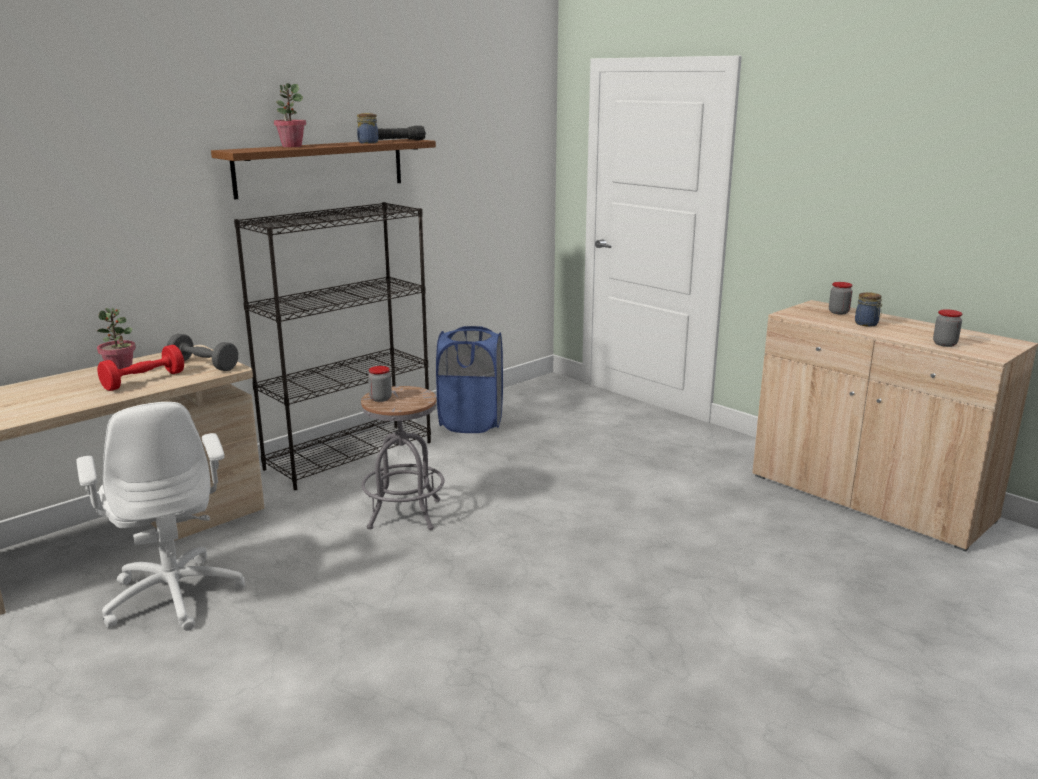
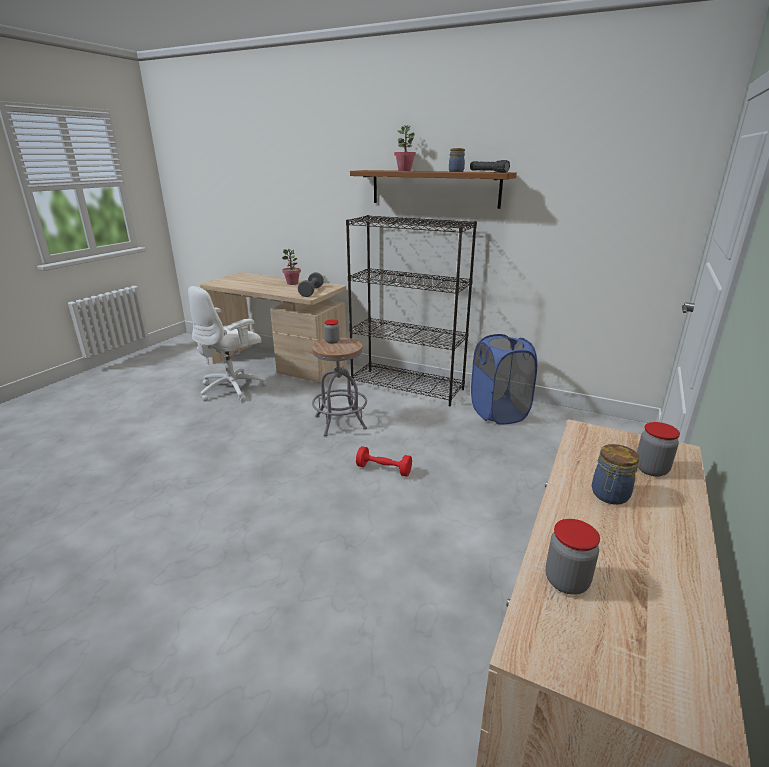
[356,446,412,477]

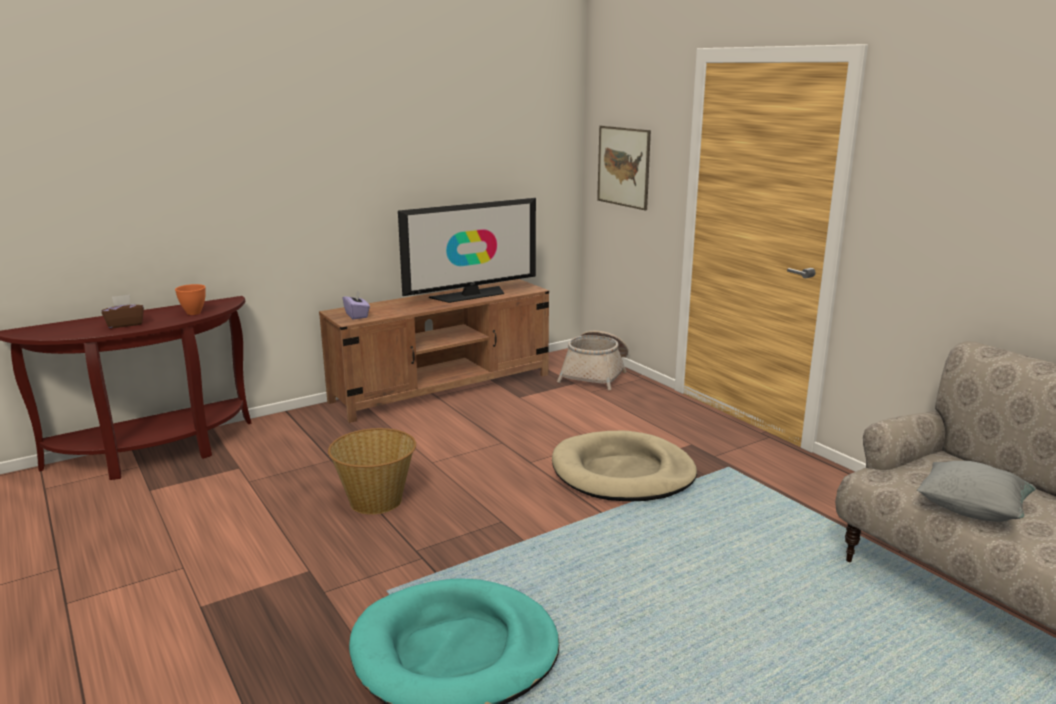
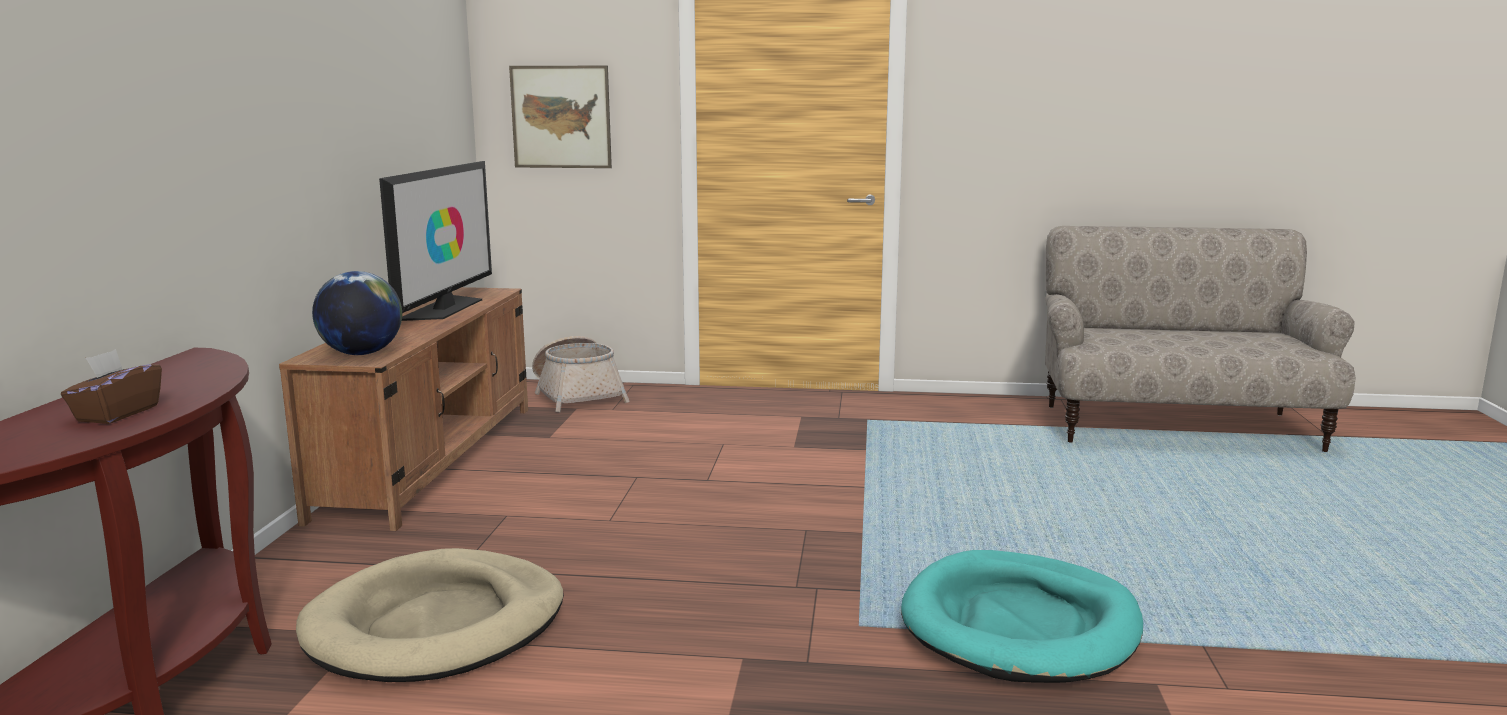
[175,284,206,315] (first image)
[328,428,416,515] (first image)
[917,461,1036,522] (first image)
[296,548,564,682]
[312,271,402,355]

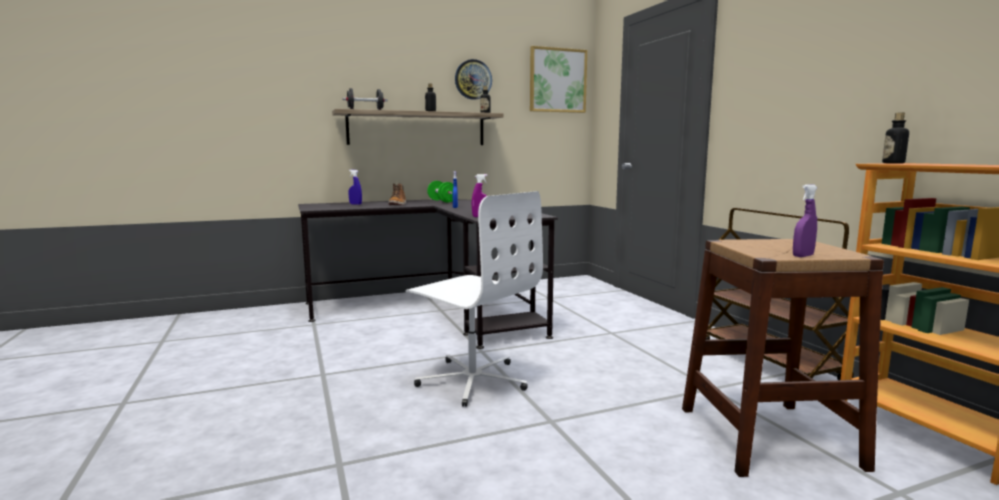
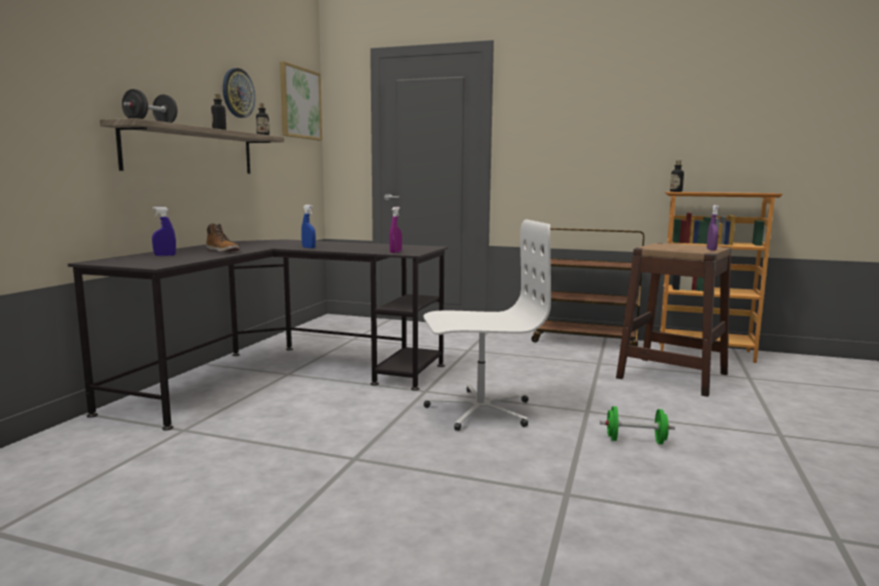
[600,406,675,444]

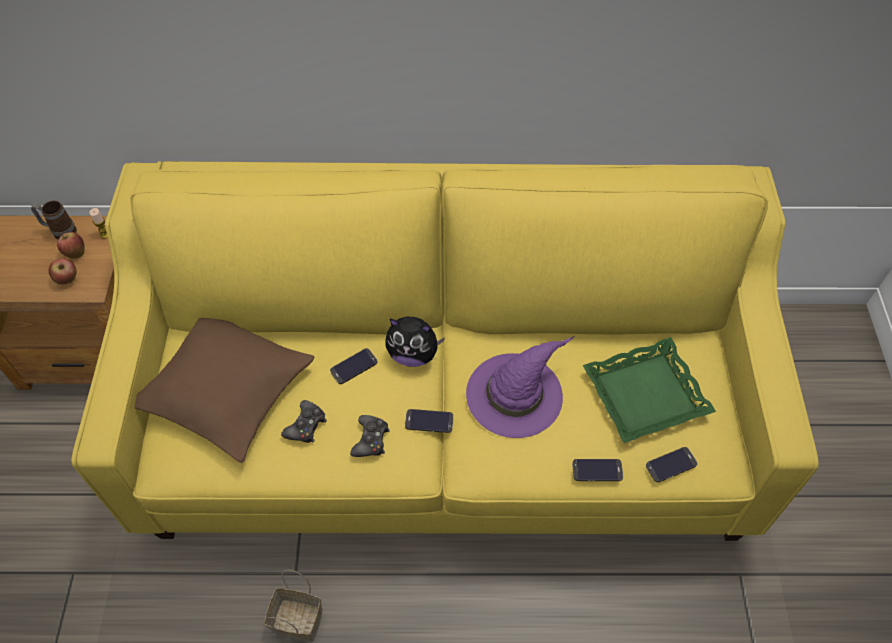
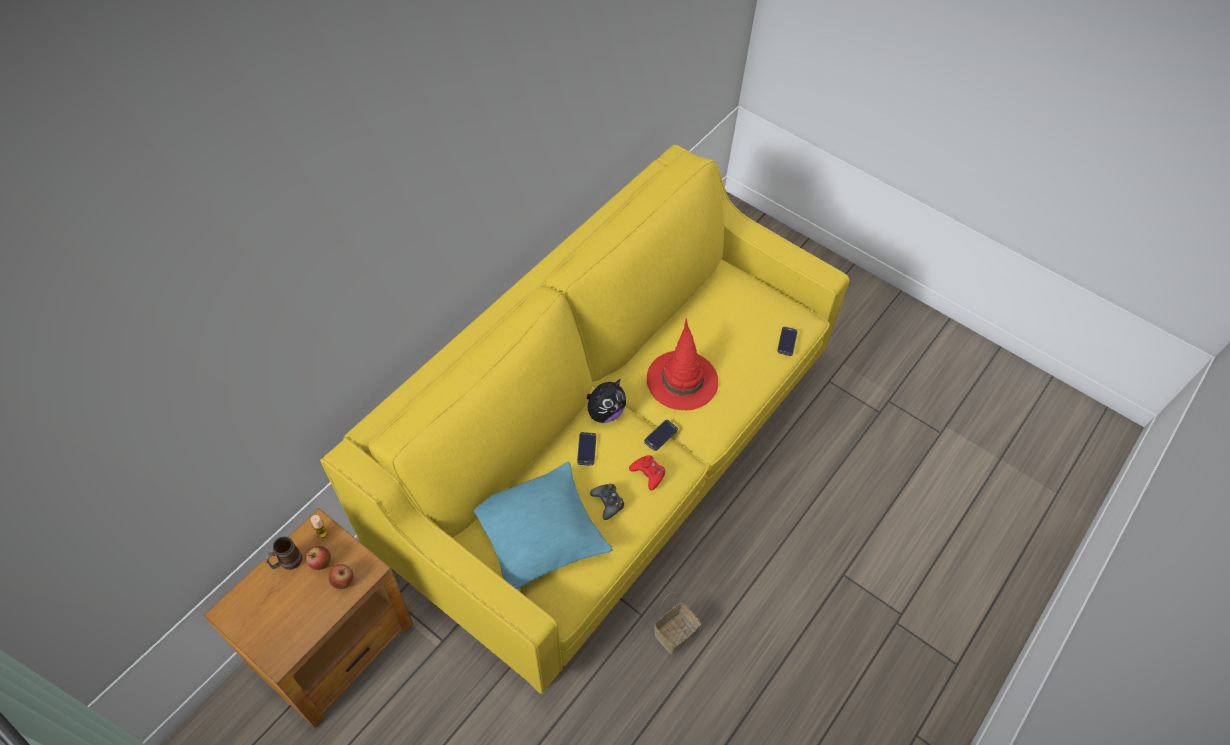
[572,459,623,481] (first image)
[583,337,716,443] (first image)
[474,462,613,589]
[629,455,665,491]
[647,318,718,410]

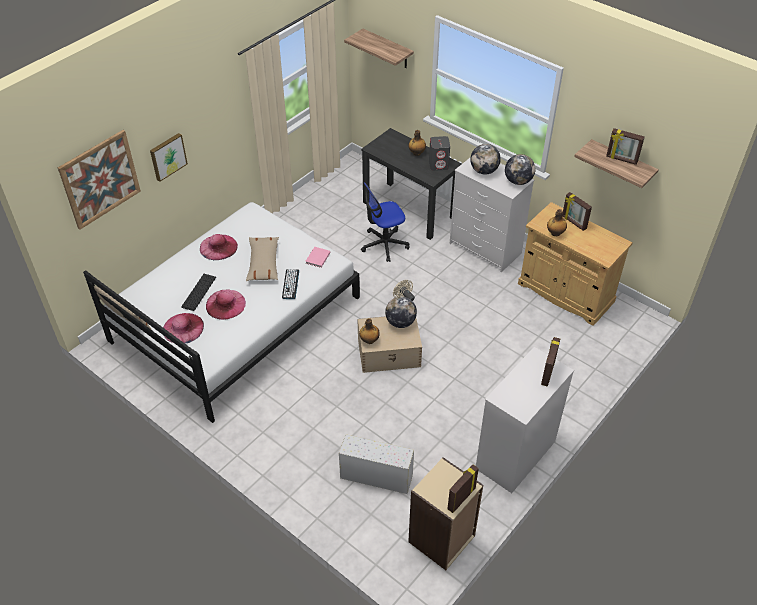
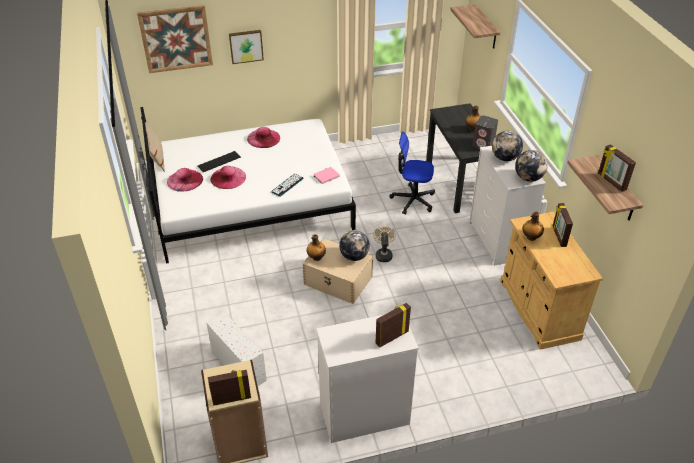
[246,237,279,281] (first image)

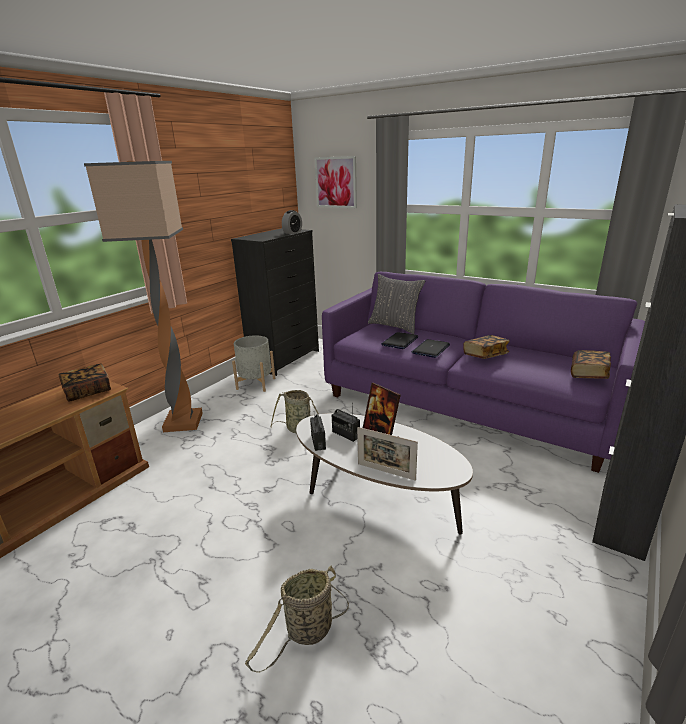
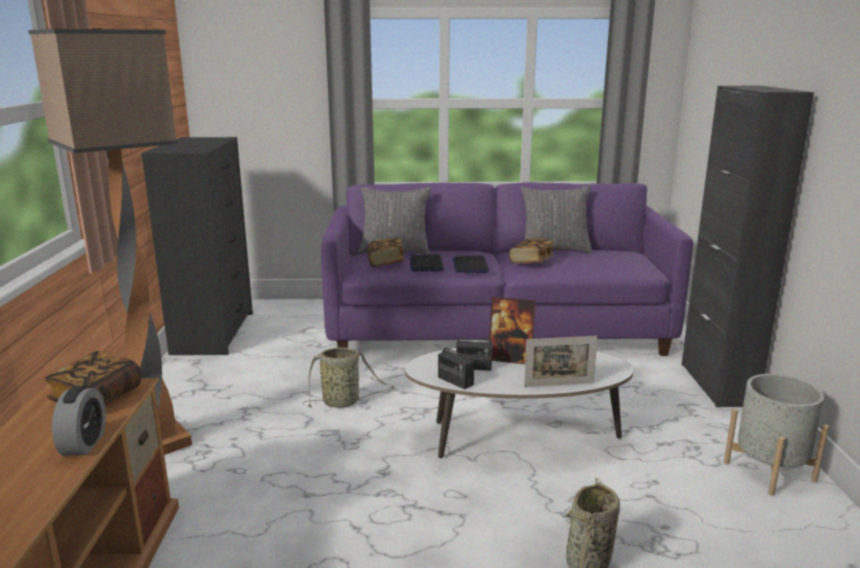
[315,156,357,208] (first image)
[521,186,592,253]
[724,374,829,496]
[52,386,106,456]
[368,238,405,267]

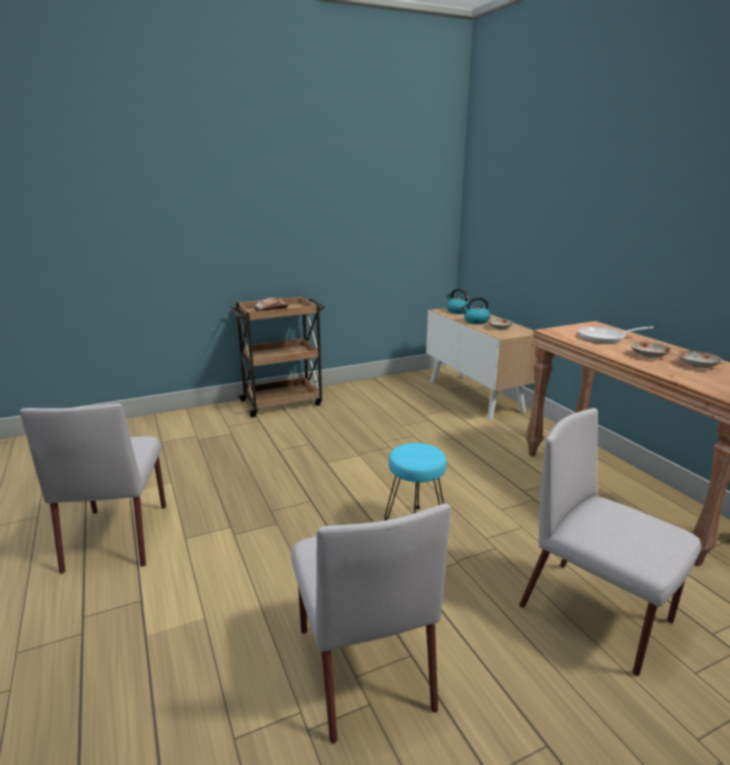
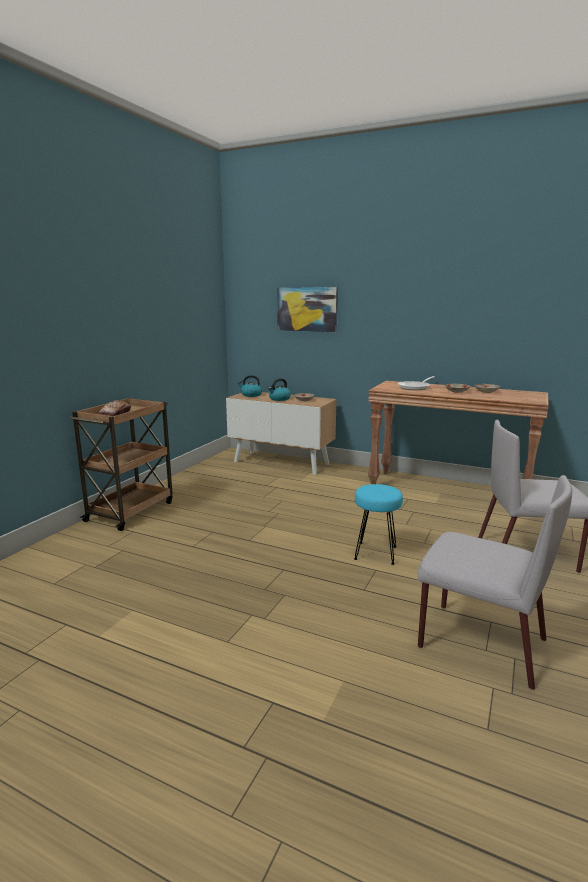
[20,404,166,574] (first image)
[277,287,338,333]

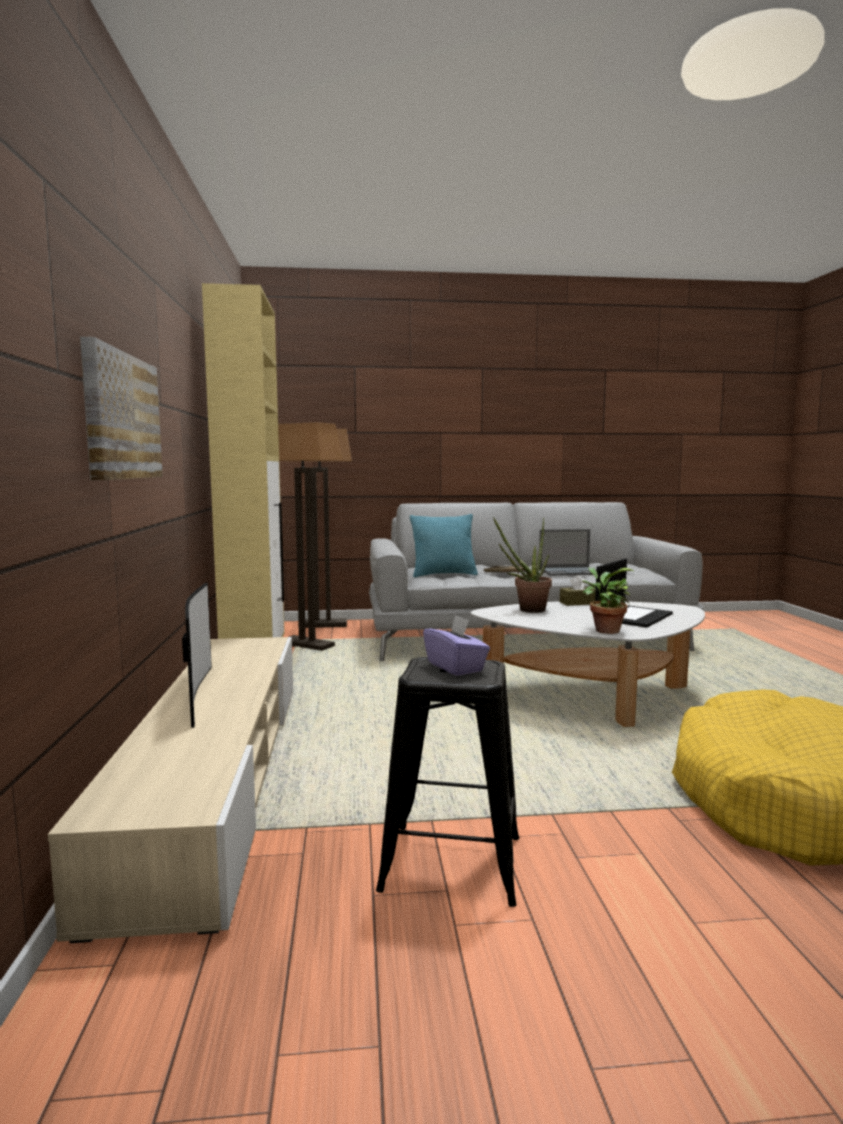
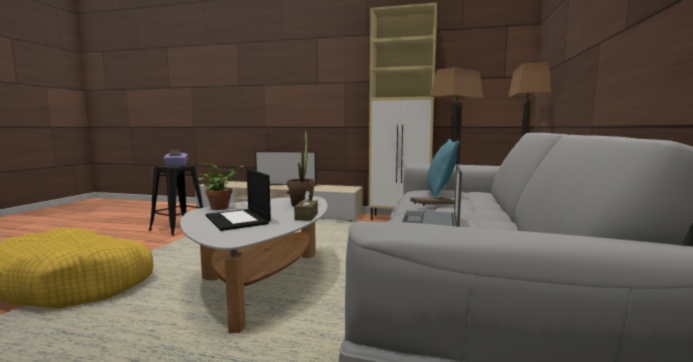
[80,337,163,480] (first image)

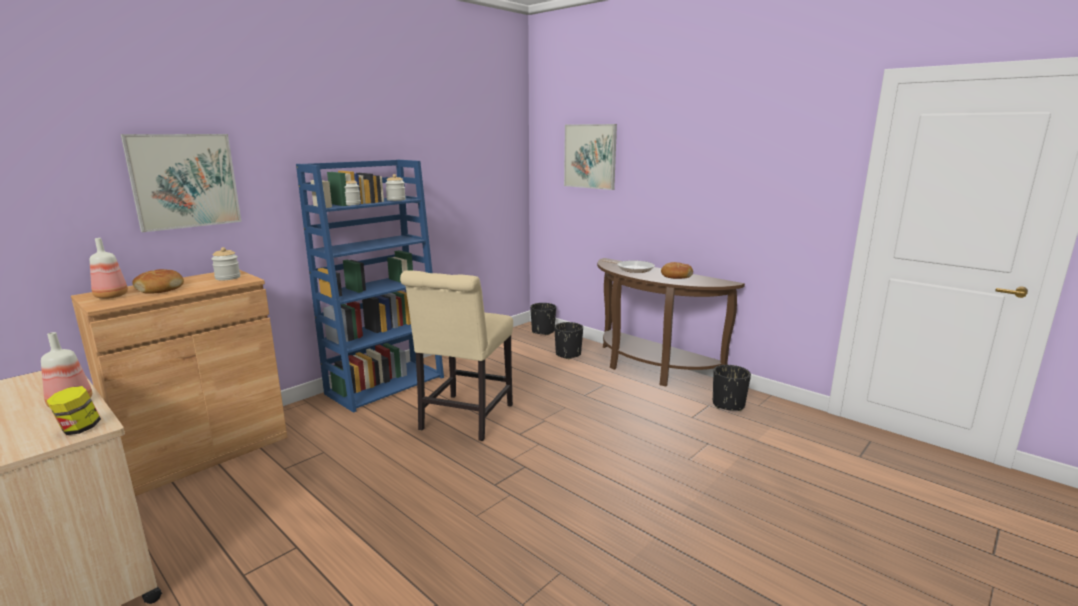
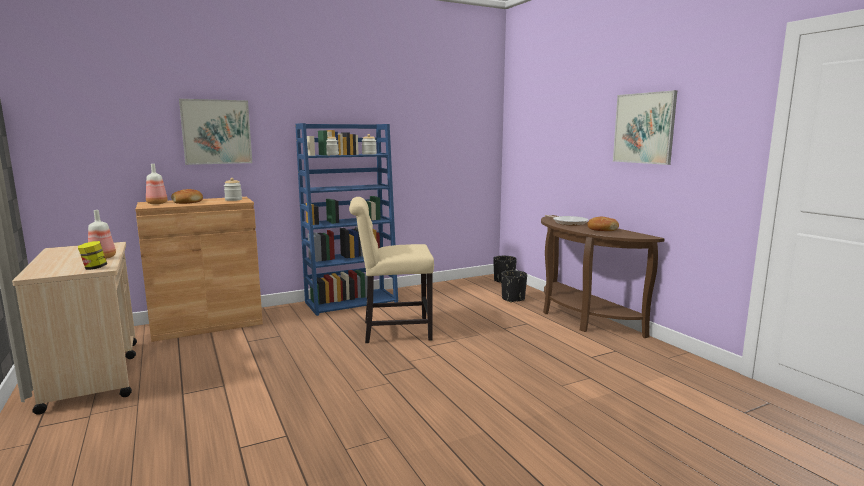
[713,365,751,411] (first image)
[613,90,677,165]
[349,197,434,343]

